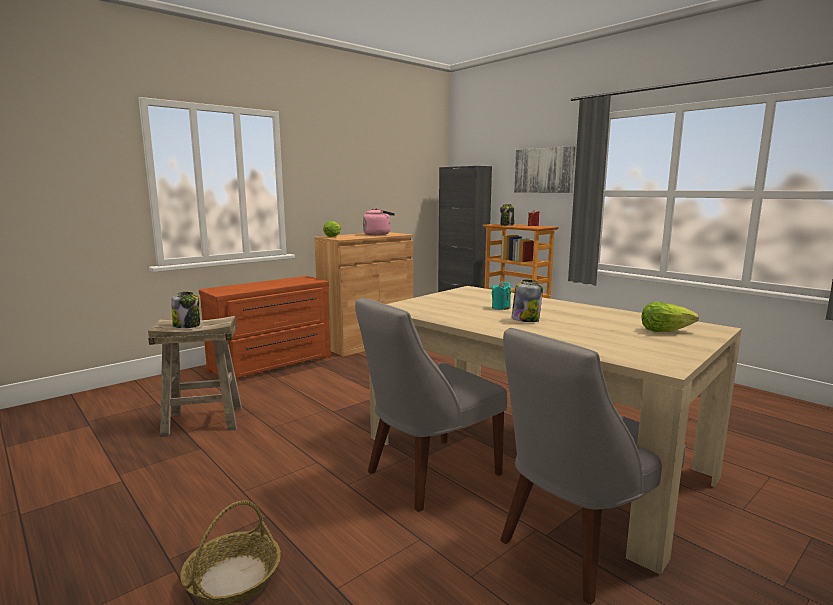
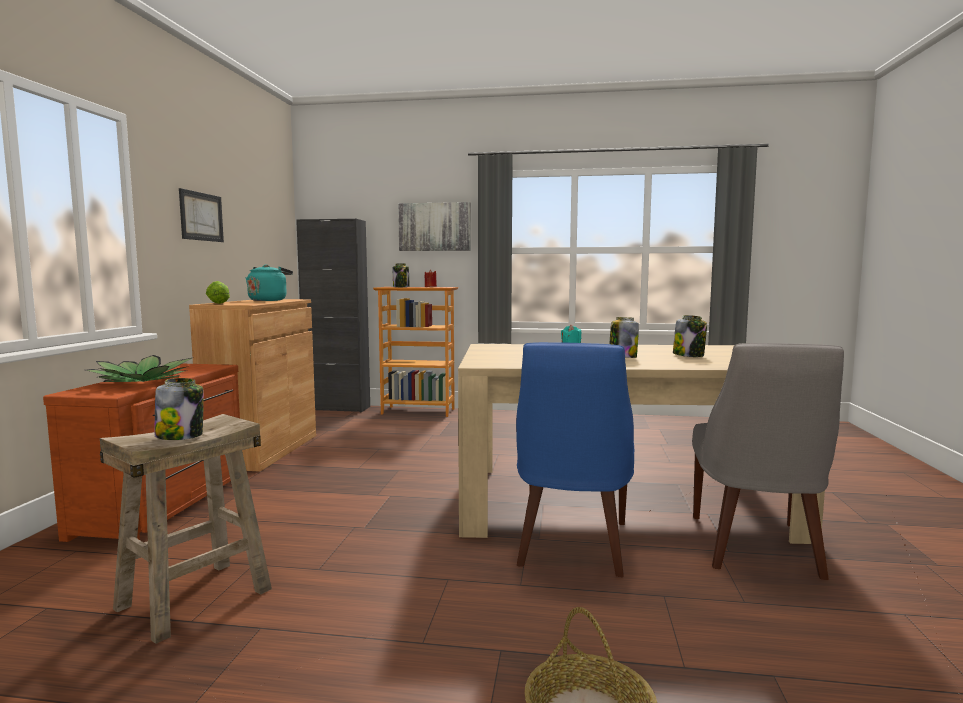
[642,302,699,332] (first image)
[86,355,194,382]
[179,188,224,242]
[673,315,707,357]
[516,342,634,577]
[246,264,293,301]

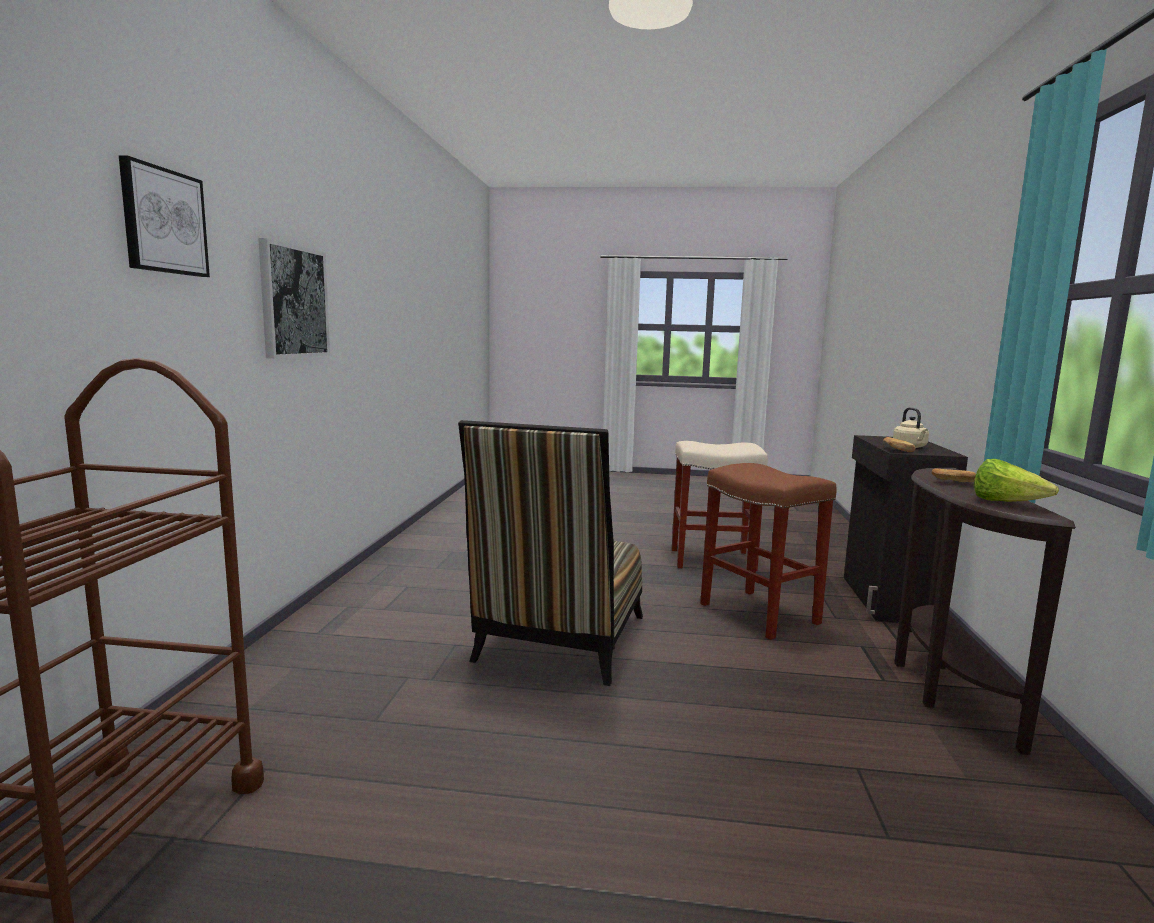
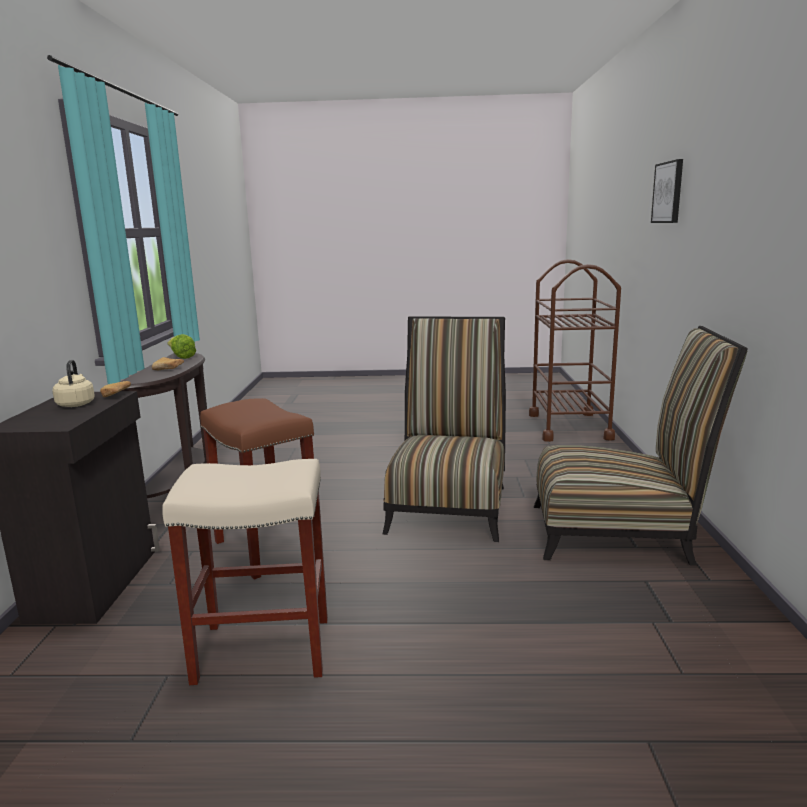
[258,238,330,359] (first image)
[534,326,748,566]

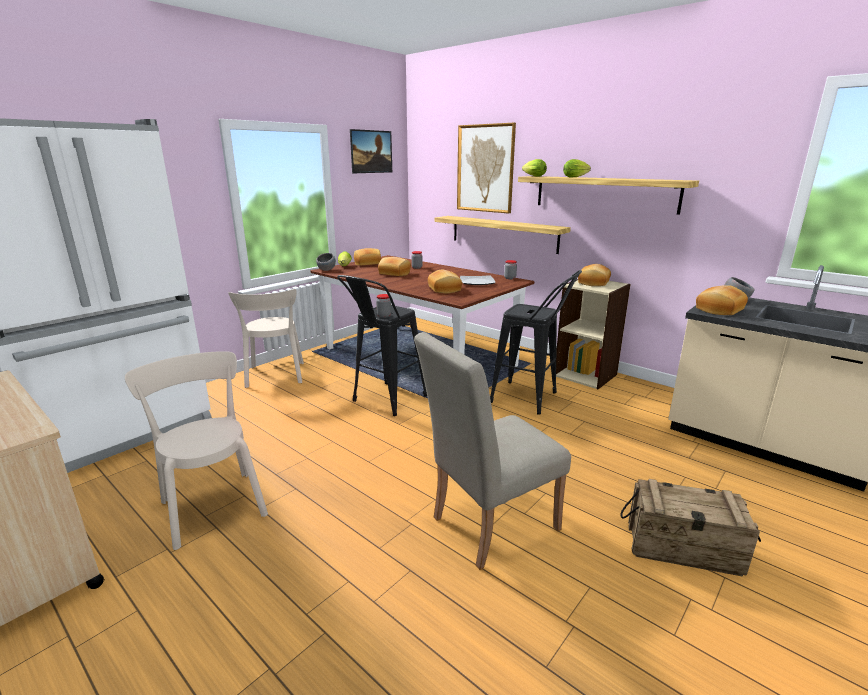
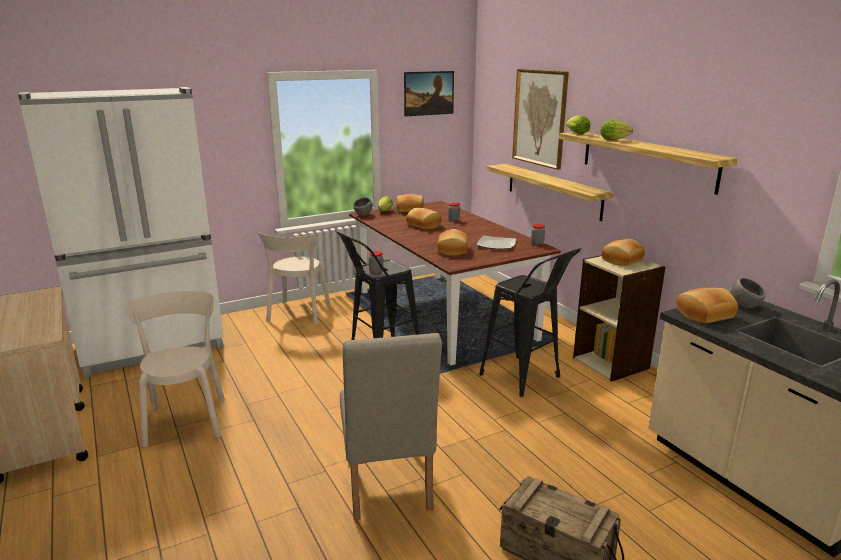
[340,333,442,520]

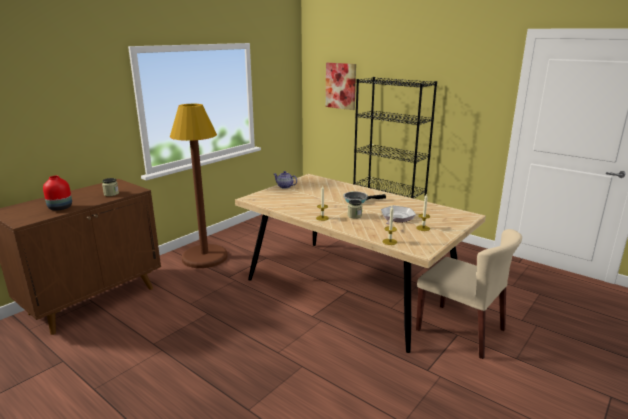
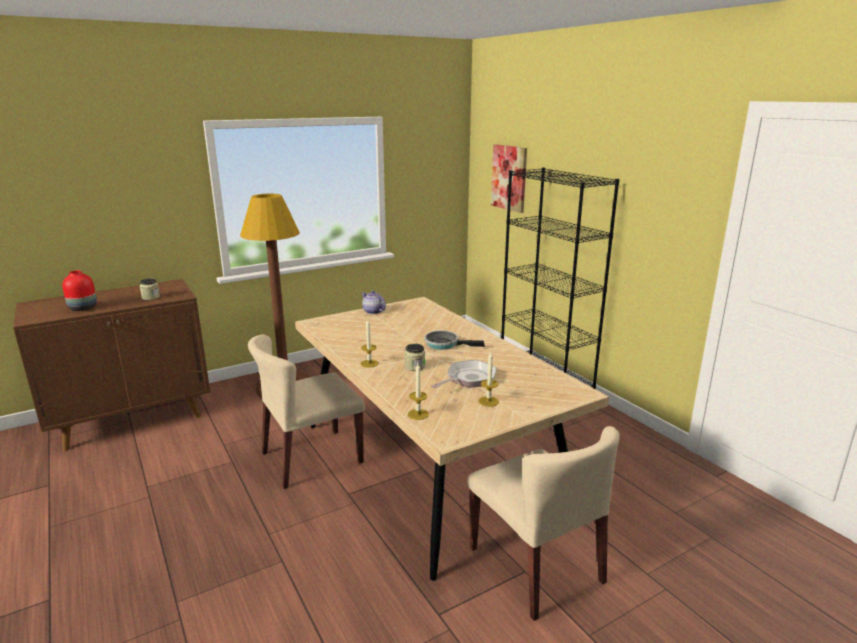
[248,334,365,489]

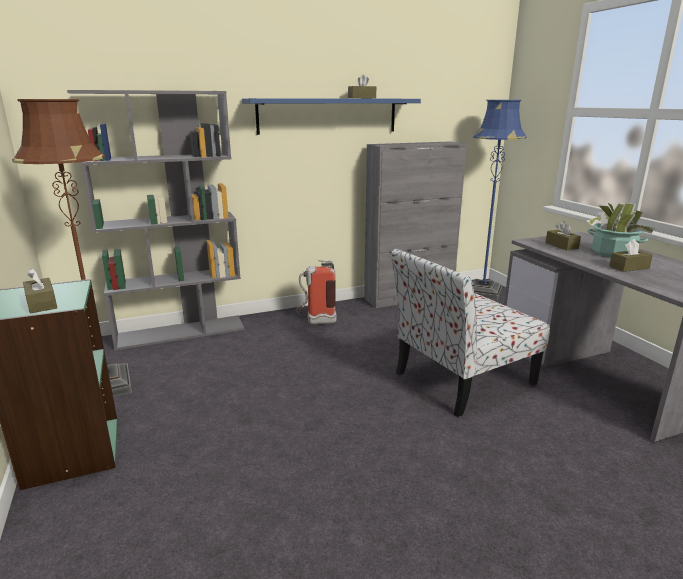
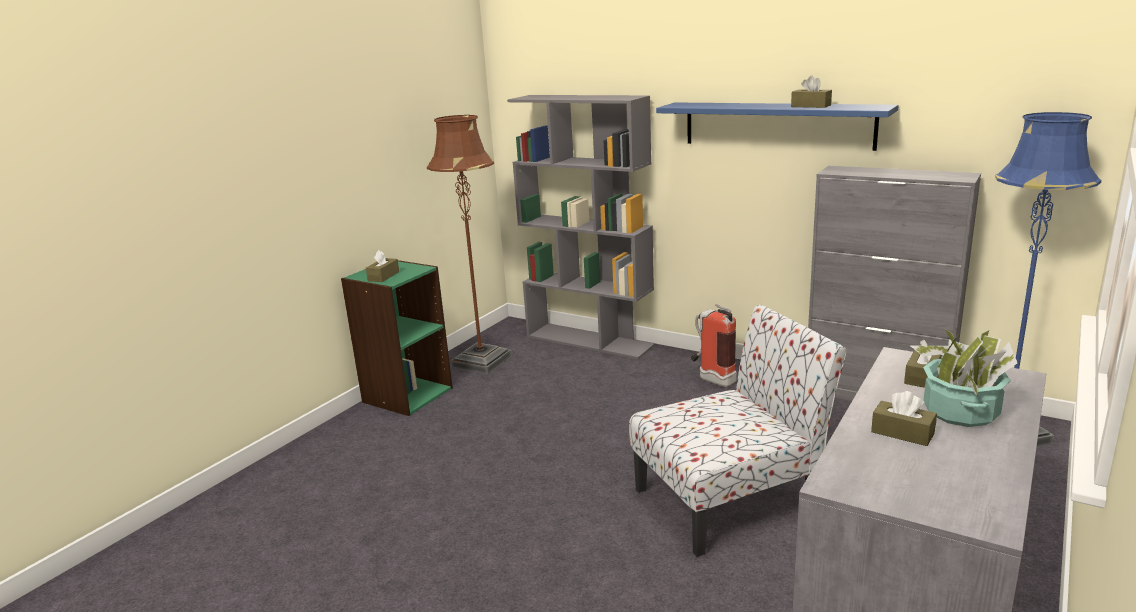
[629,305,846,557]

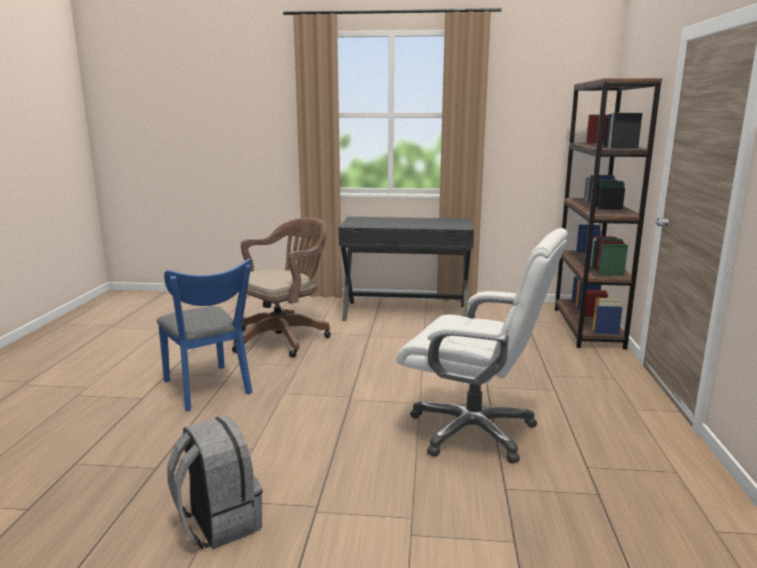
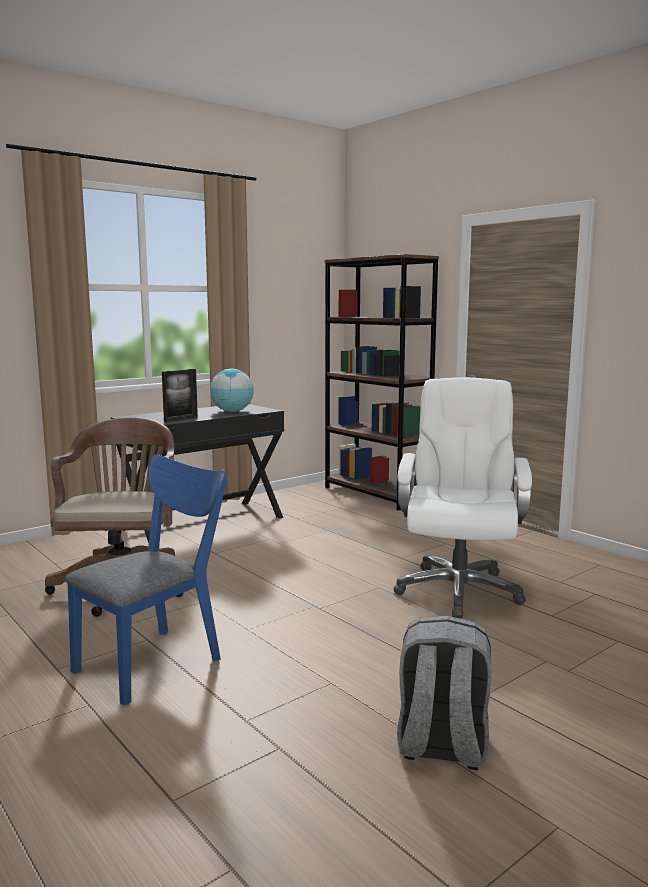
[162,369,198,422]
[210,369,254,412]
[65,455,227,706]
[393,377,532,618]

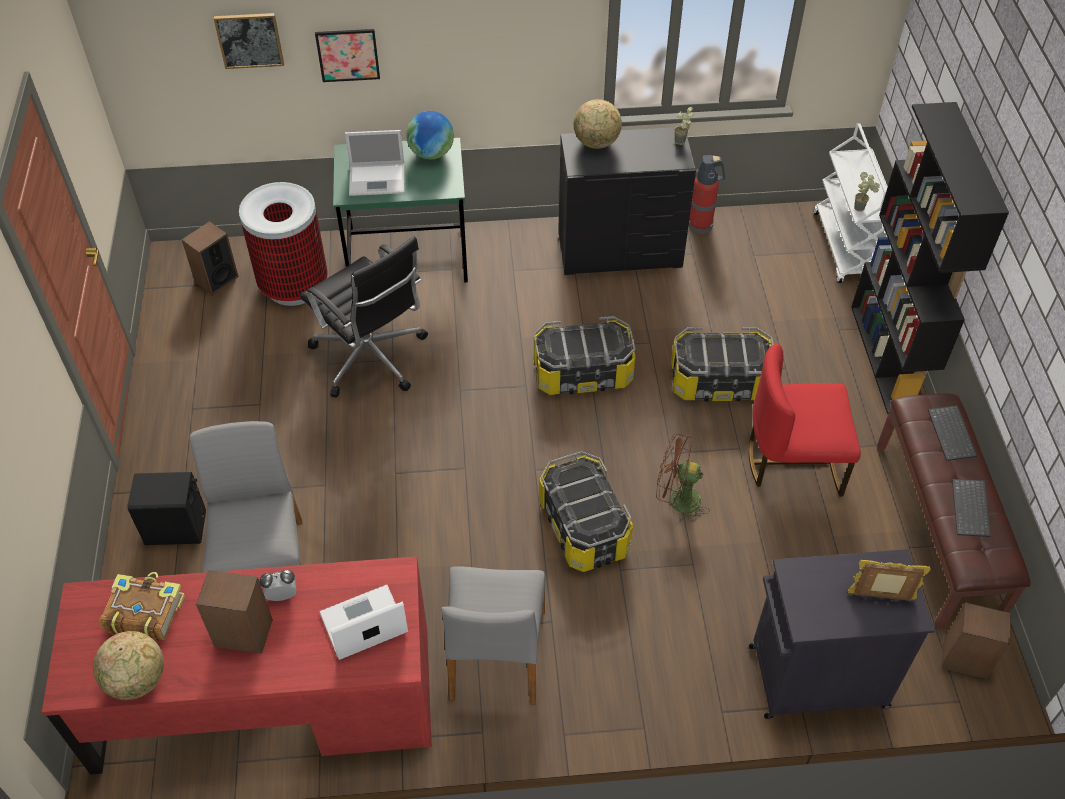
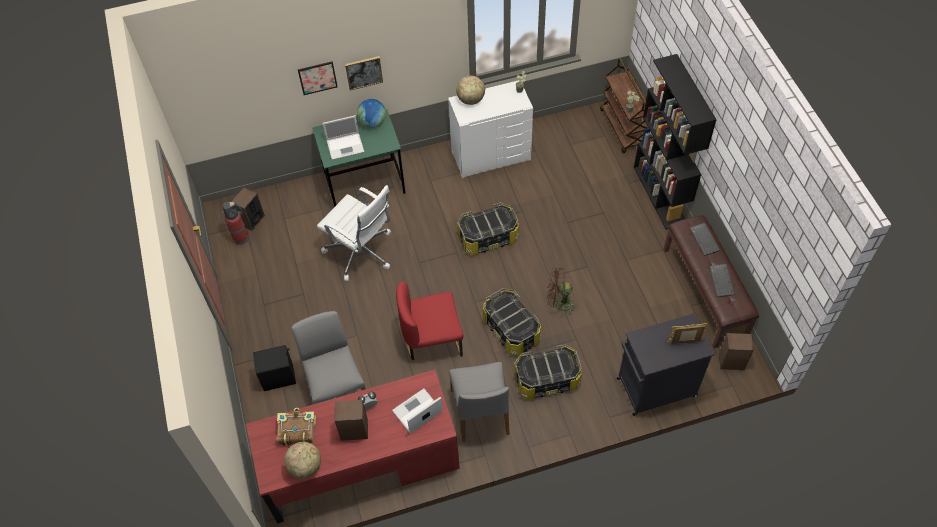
[239,182,328,306] (first image)
[345,56,383,90]
[514,344,582,400]
[222,202,249,245]
[396,281,463,360]
[317,185,391,281]
[448,80,533,178]
[600,58,648,153]

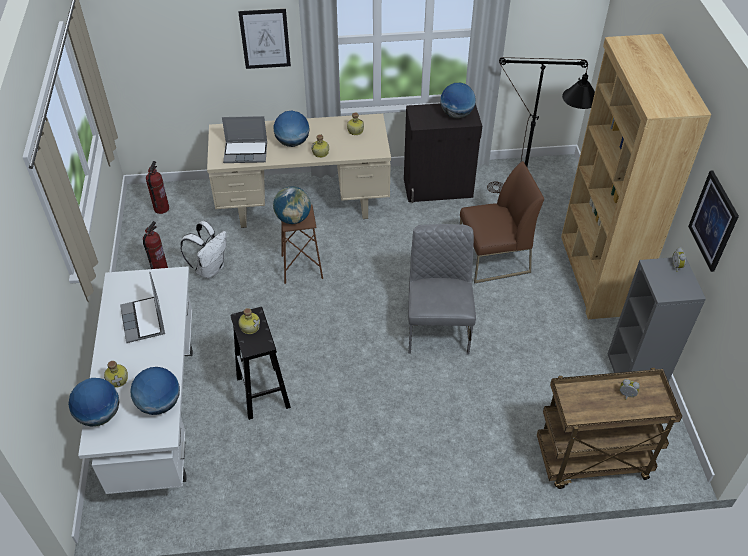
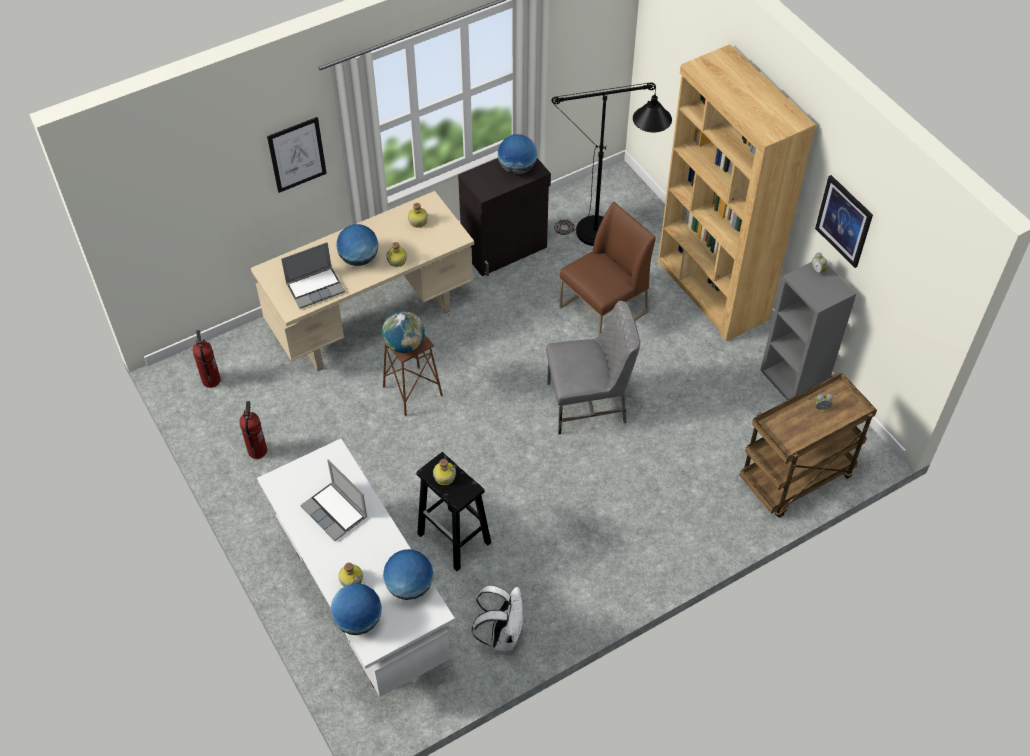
[472,585,524,651]
[546,301,640,435]

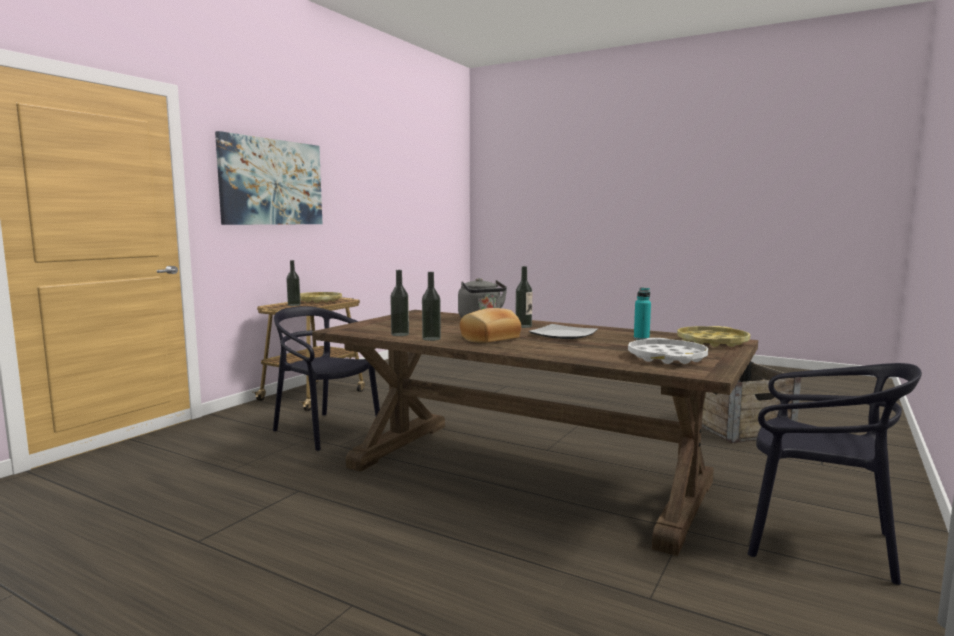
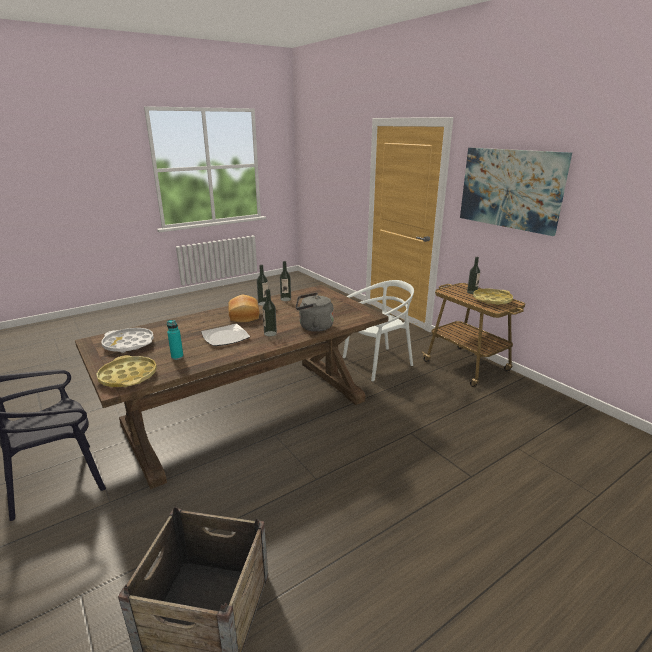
[343,280,414,381]

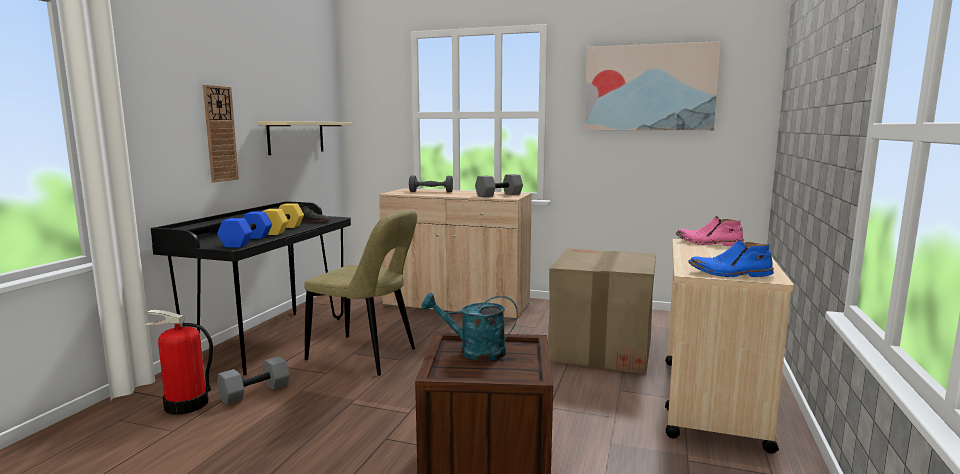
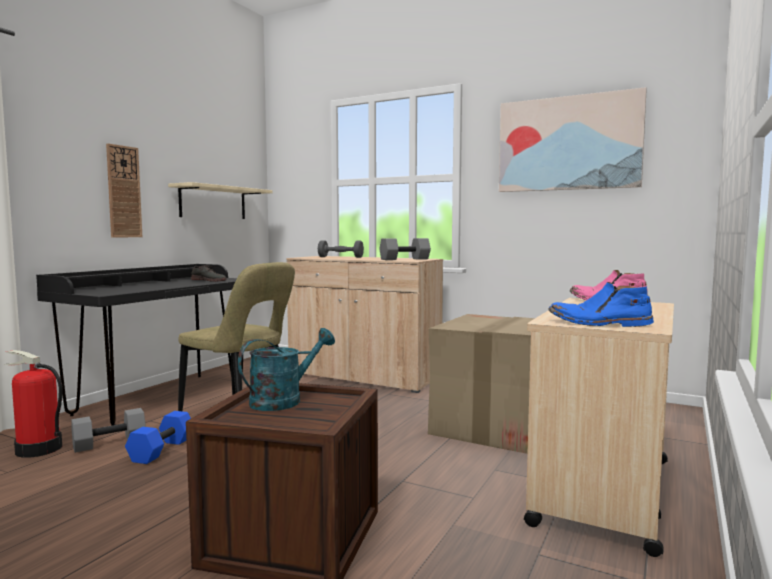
[262,203,304,235] (first image)
[125,411,191,464]
[238,328,335,411]

